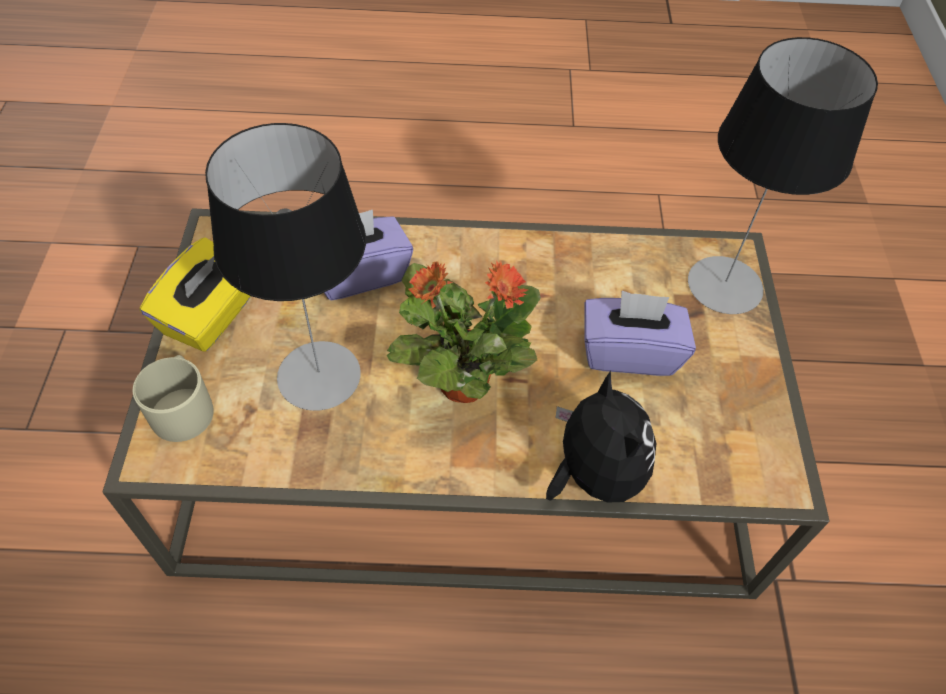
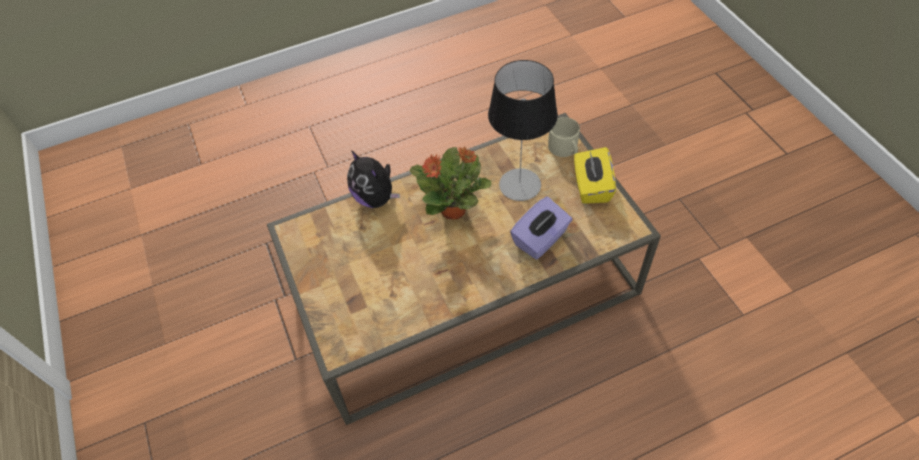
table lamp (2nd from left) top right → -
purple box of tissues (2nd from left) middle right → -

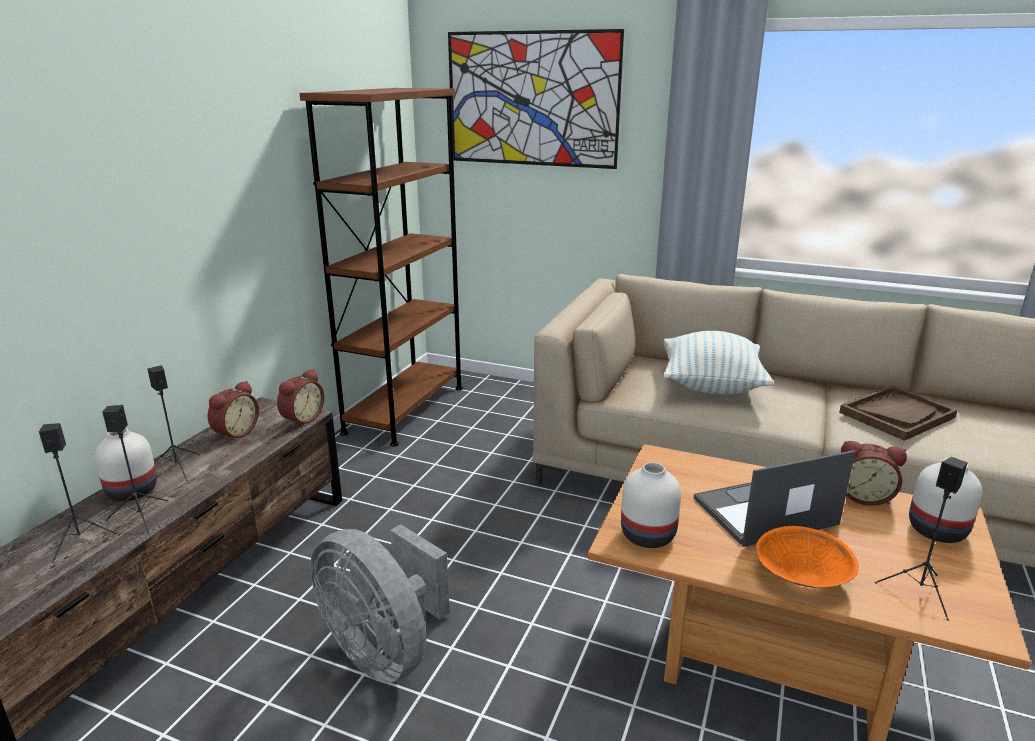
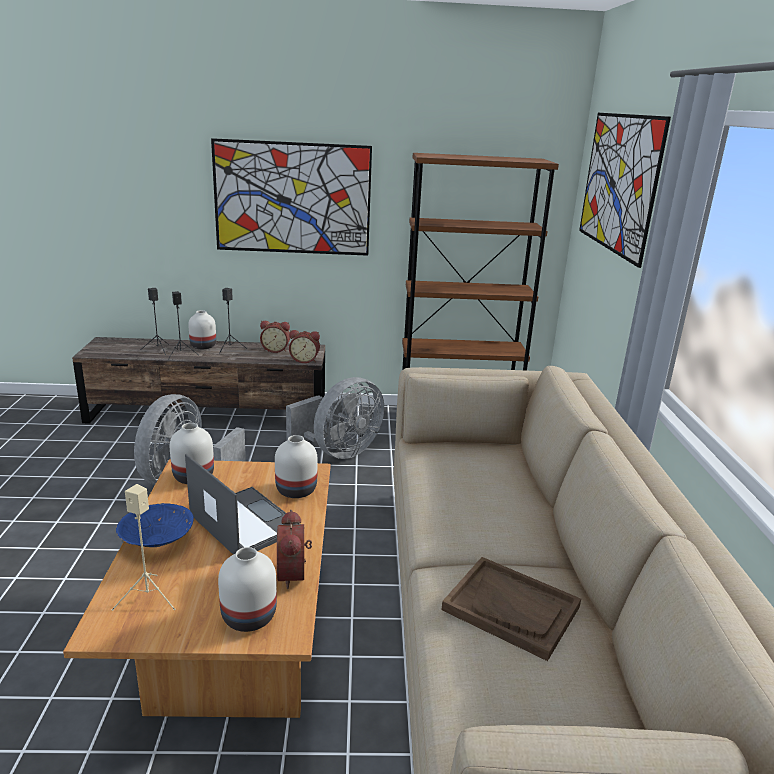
pillow middle right → -
blackish speaker (4th from left) bottom right → beige-coloured speaker bottom left
orange deep dish bottom right → blue deep dish bottom left
- → picture (1st from left) top centre
- → greyish electric fan (2nd from left) centre
- → whitish decorative vase (4th from left) centre

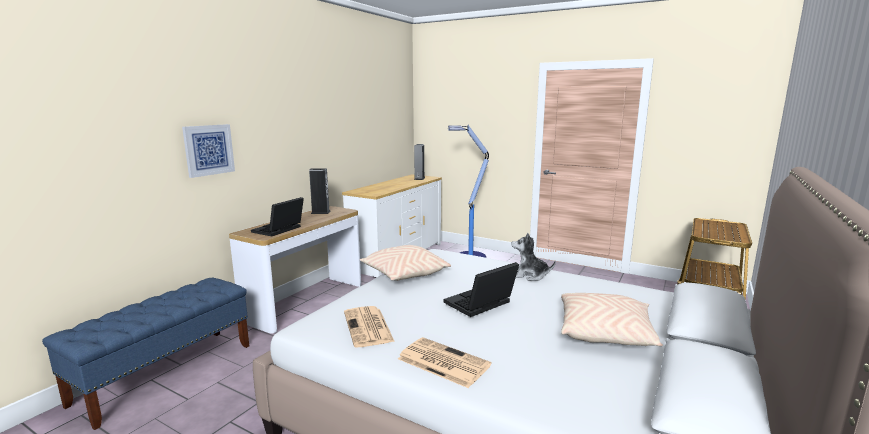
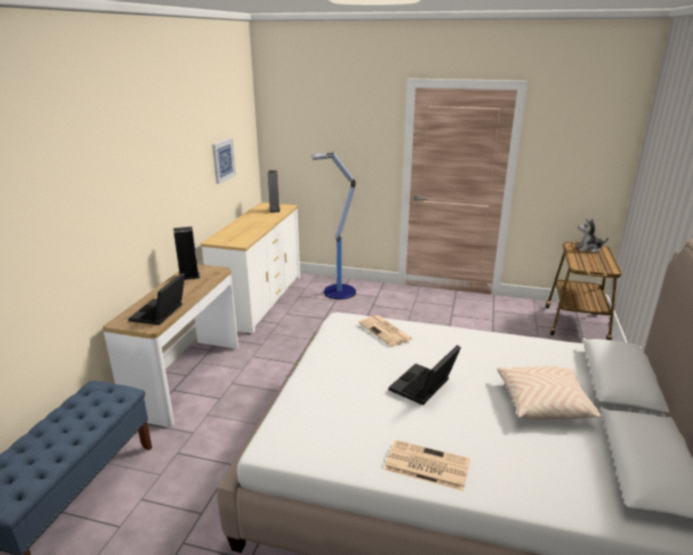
picture middle left → picture top left, moved
soft toy centre → soft toy middle right, moved
beige-coloured pillow (1st from left) centre → -
printed paper (1st from left) bottom centre → printed paper (1st from left) centre, moved

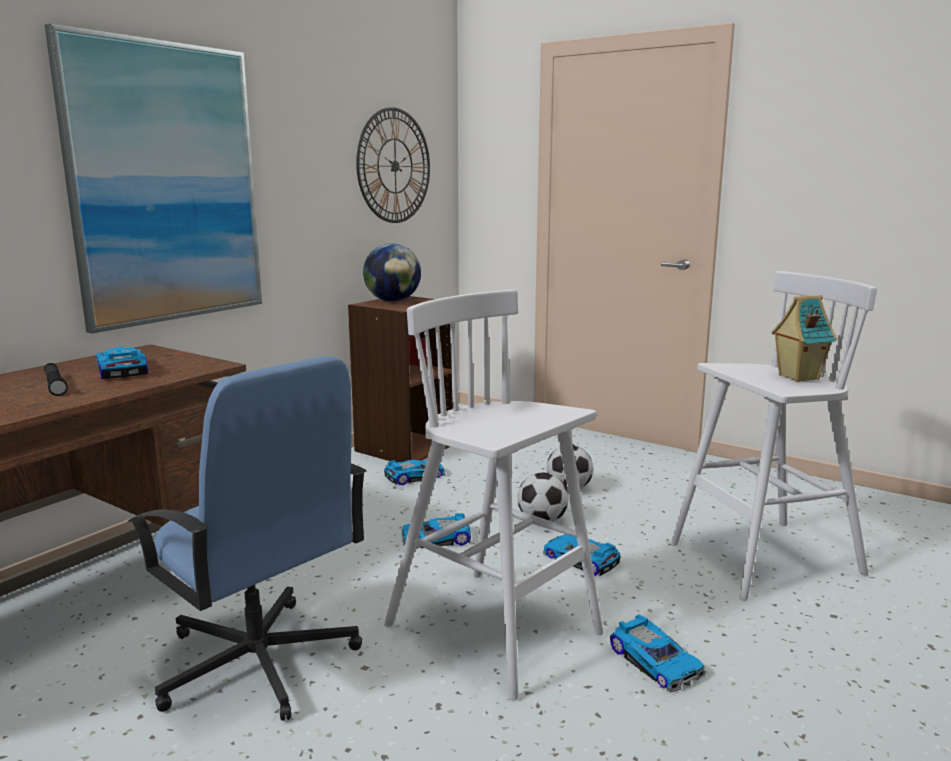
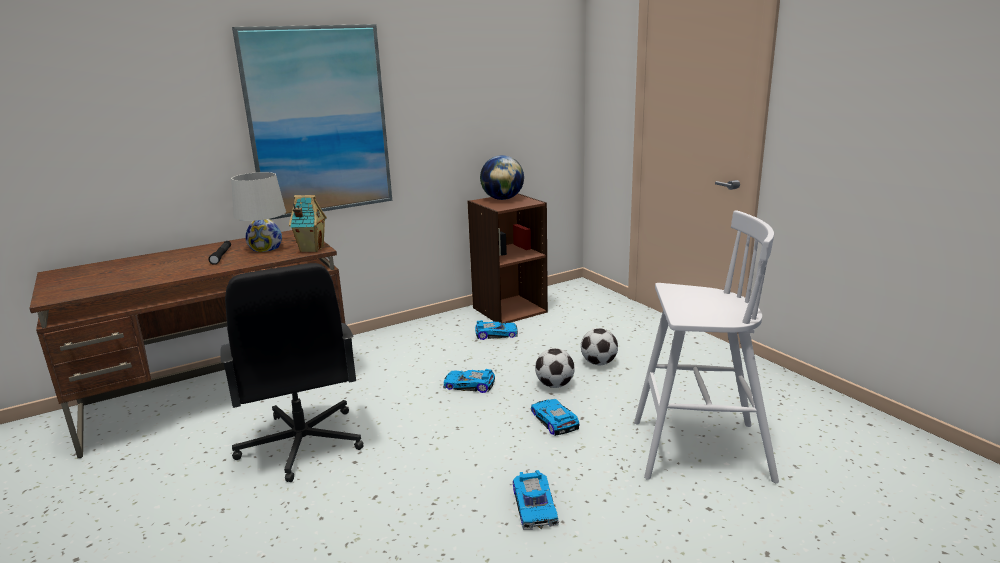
clock on the wall top centre → -
whitish sitting stool (1st from left) centre → -
model house middle right → model house middle left, moved
miniature car (1st from left) middle left → whitish table lamp middle left
blue desk chair bottom left → blackish desk chair middle left

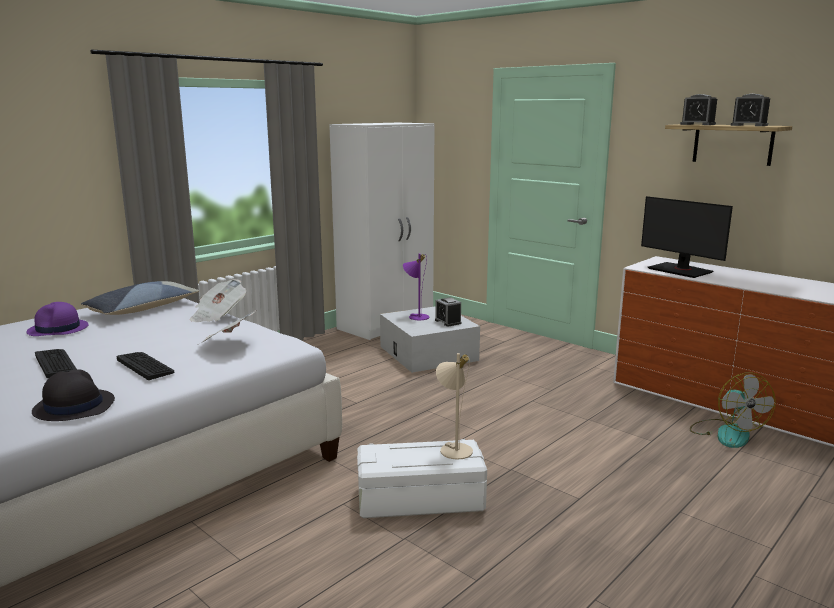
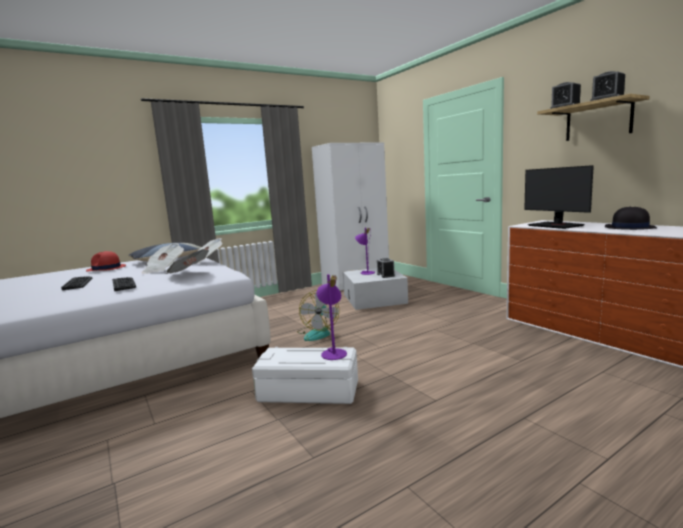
purple clothing hat middle left → reddish clothing hat middle left
beige-coloured table lamp bottom centre → purple table lamp (1st from left) centre
blackish clothing hat middle left → blackish clothing hat middle right, moved
electric fan bottom right → electric fan centre, moved
- → printed paper (1st from left) middle left

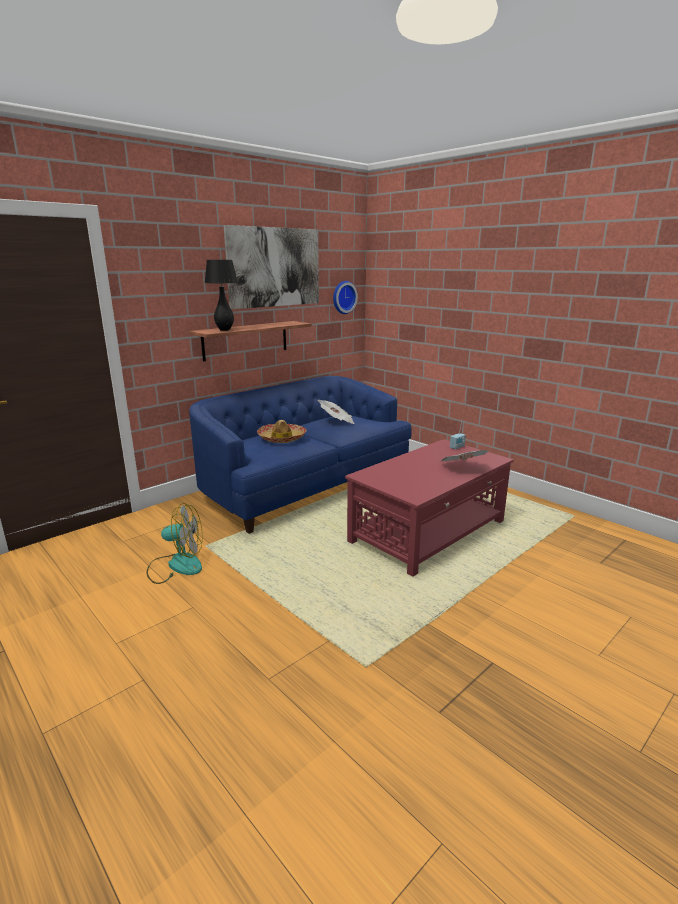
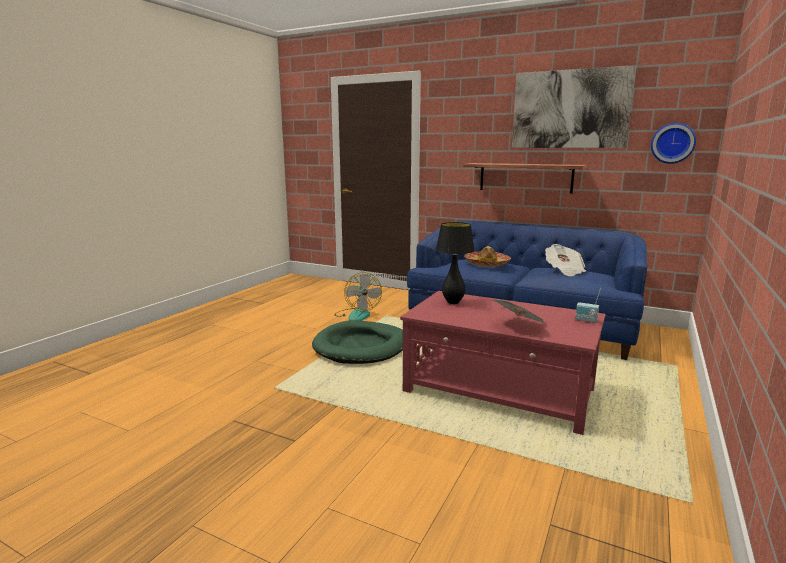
blackish table lamp top left → blackish table lamp centre, moved
- → greenish dog bed centre

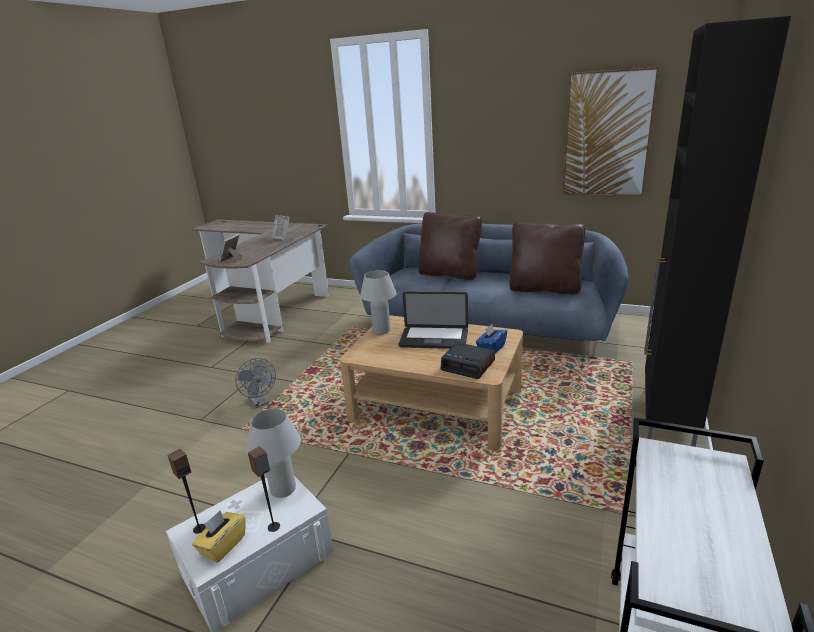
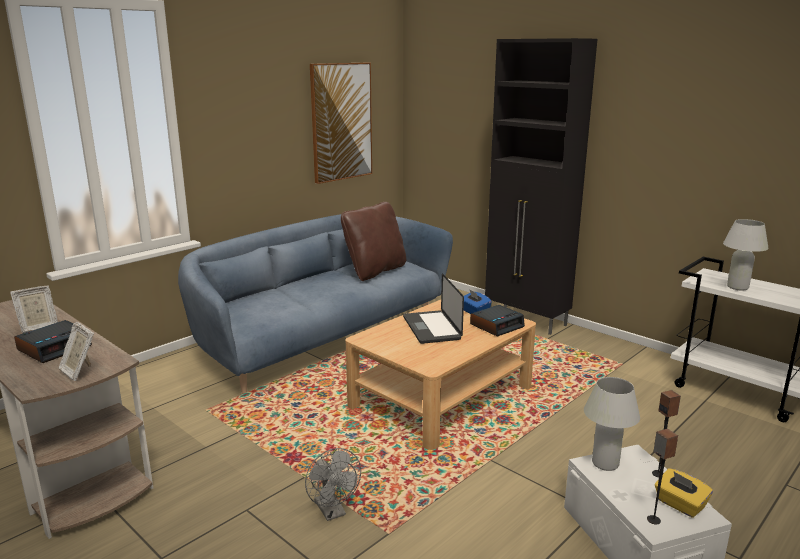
brownish pillow (1st from left) centre → -
whitish table lamp (2nd from left) centre → whitish table lamp (2nd from left) middle right, moved
notebook computer centre, 135 degrees clockwise
greyish electric fan middle left → greyish electric fan bottom centre, 75 degrees clockwise
- → bedside clock (1st from left) middle left

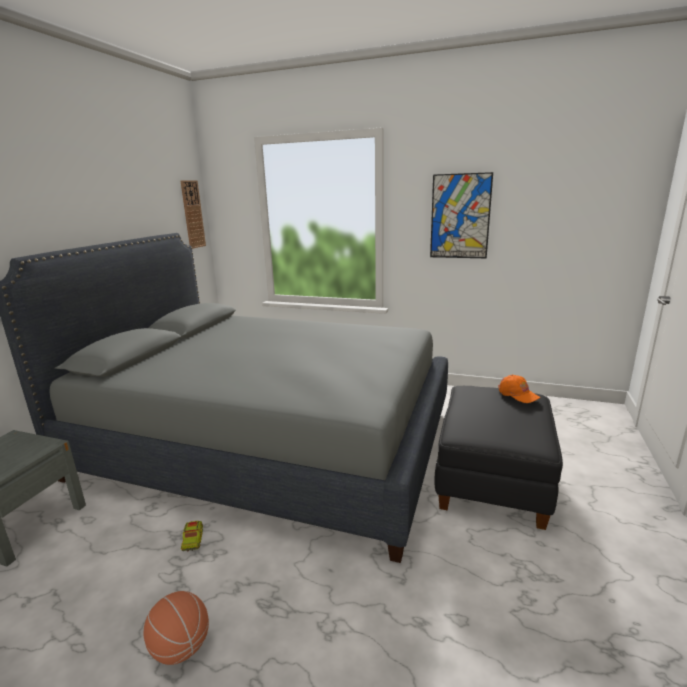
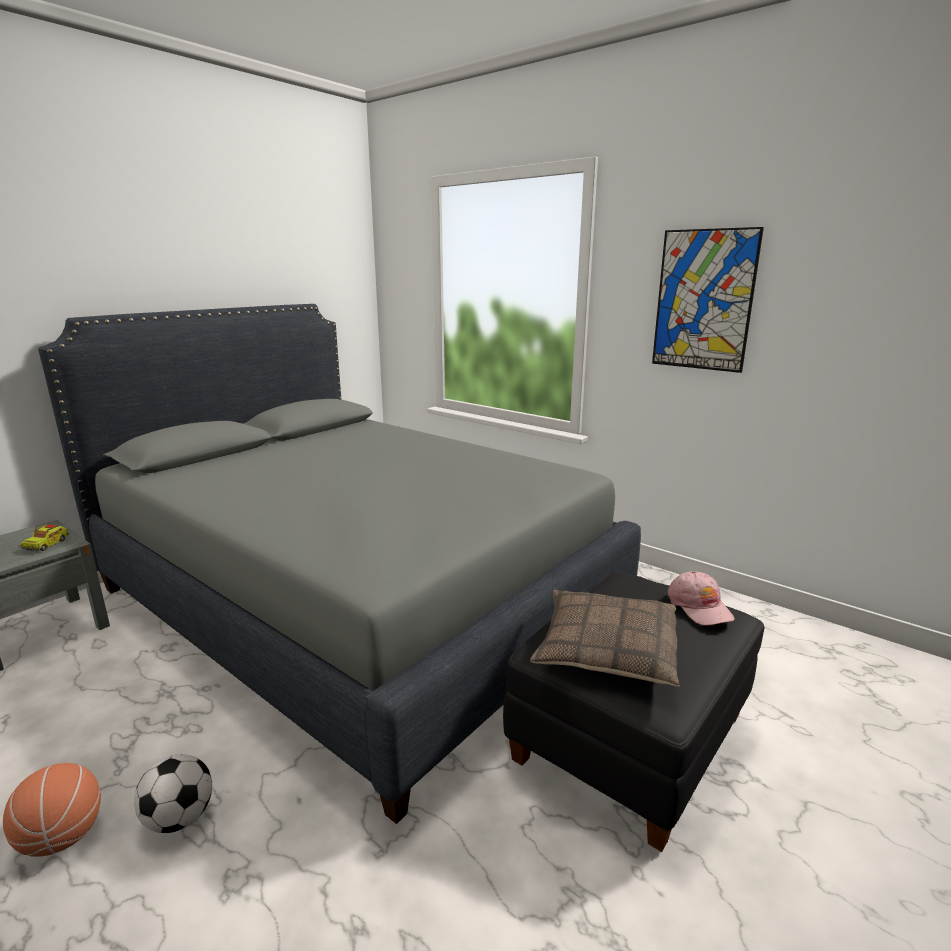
clock on the wall top left → -
orange baseball cap middle right → pink-coloured baseball cap middle right
model truck bottom left → model truck middle left, moved
- → pillow bottom centre
- → ball for football bottom left

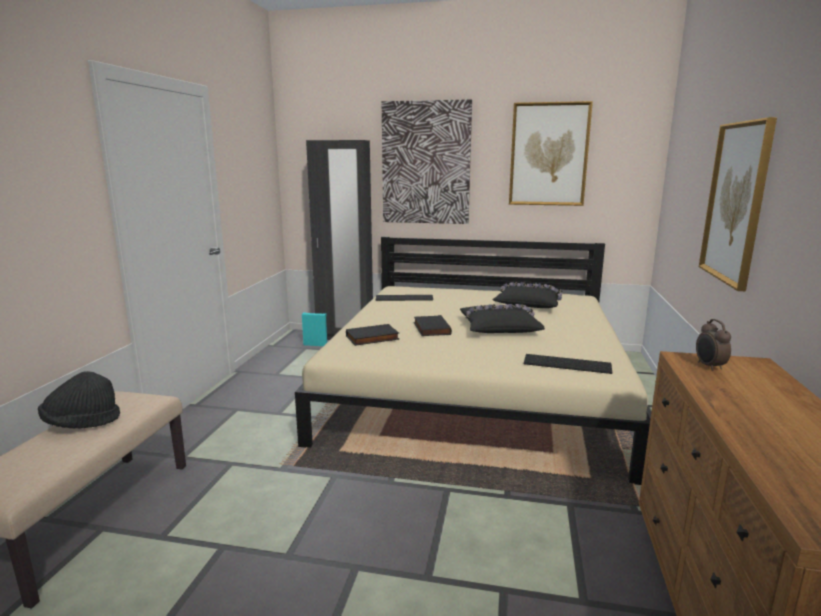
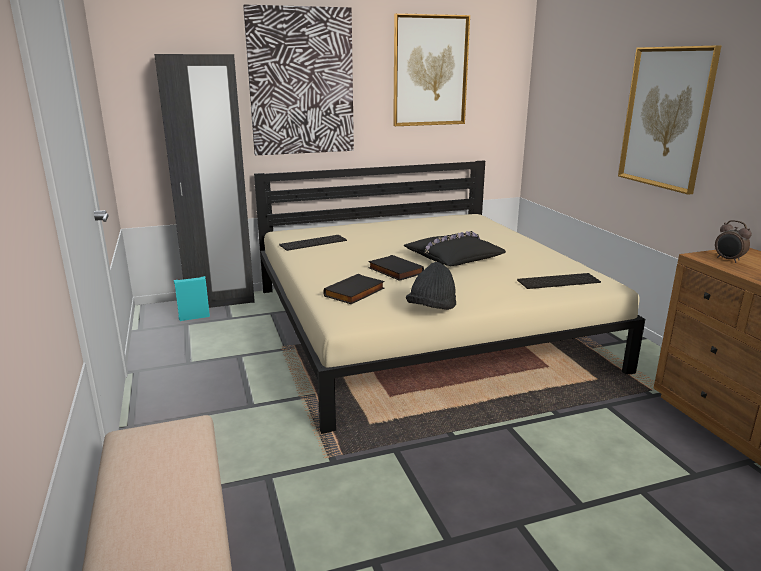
blackish pillow (2nd from left) centre → -
blackish clothing hat middle left → blackish clothing hat centre, moved

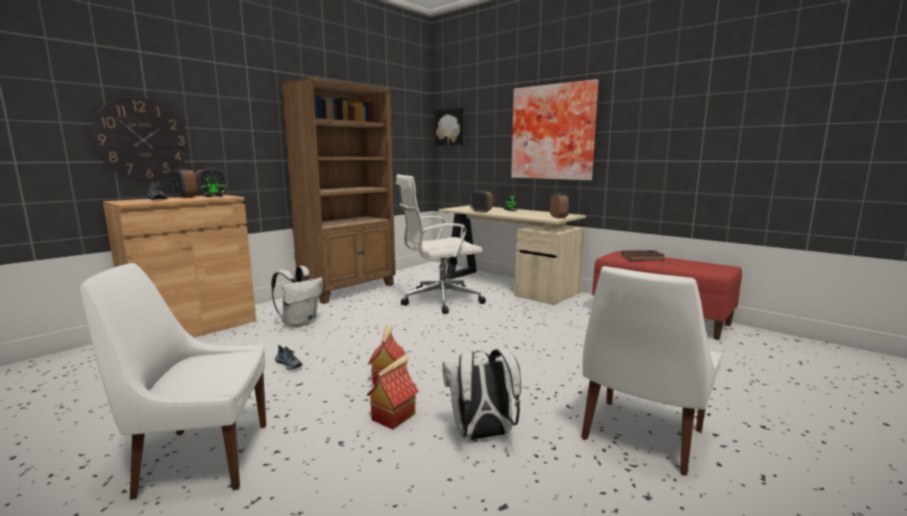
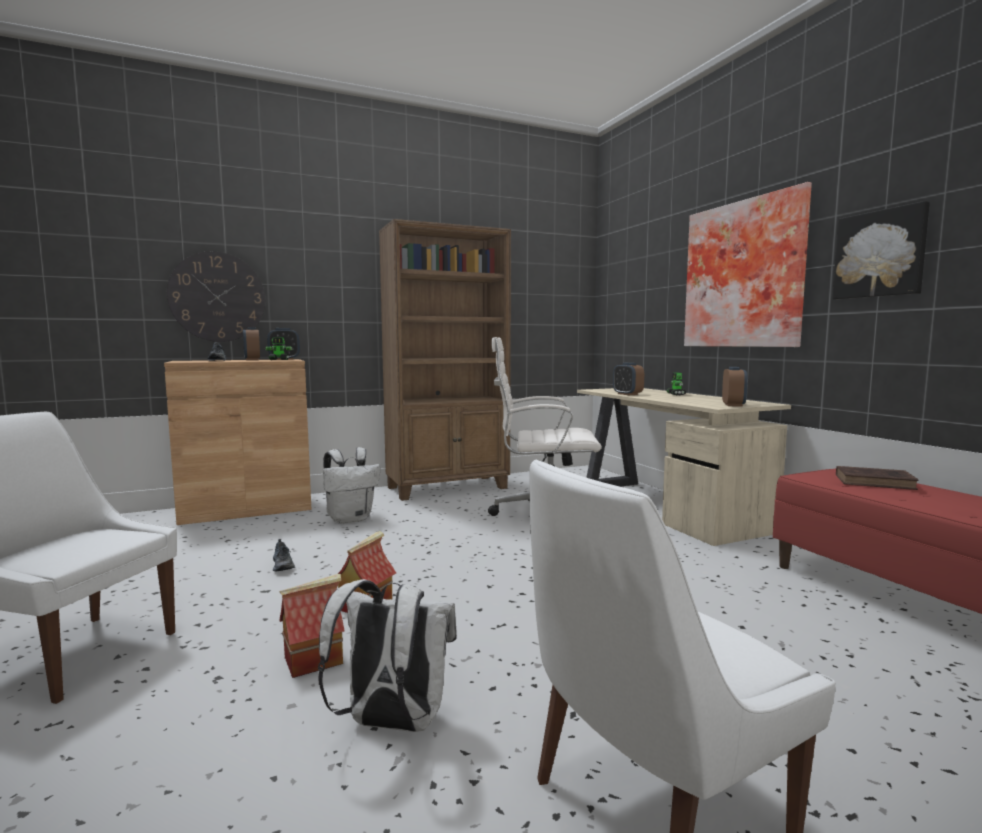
picture (1st from left in the first image) top centre → picture (2nd from left) top right, moved

